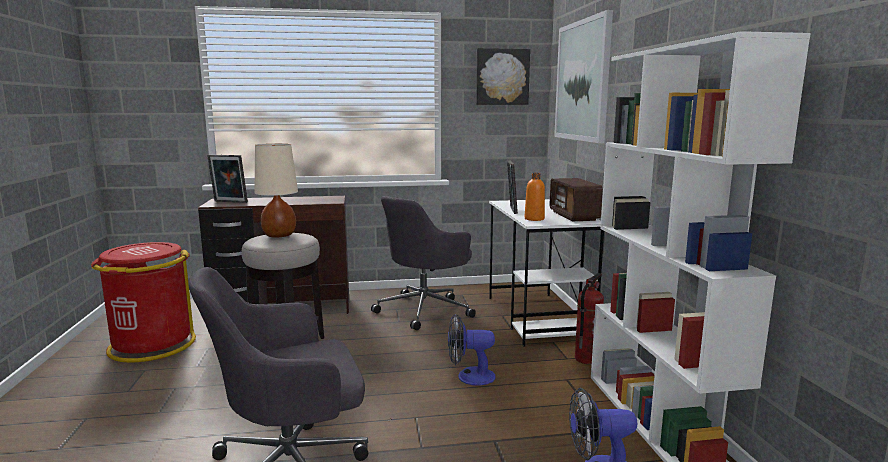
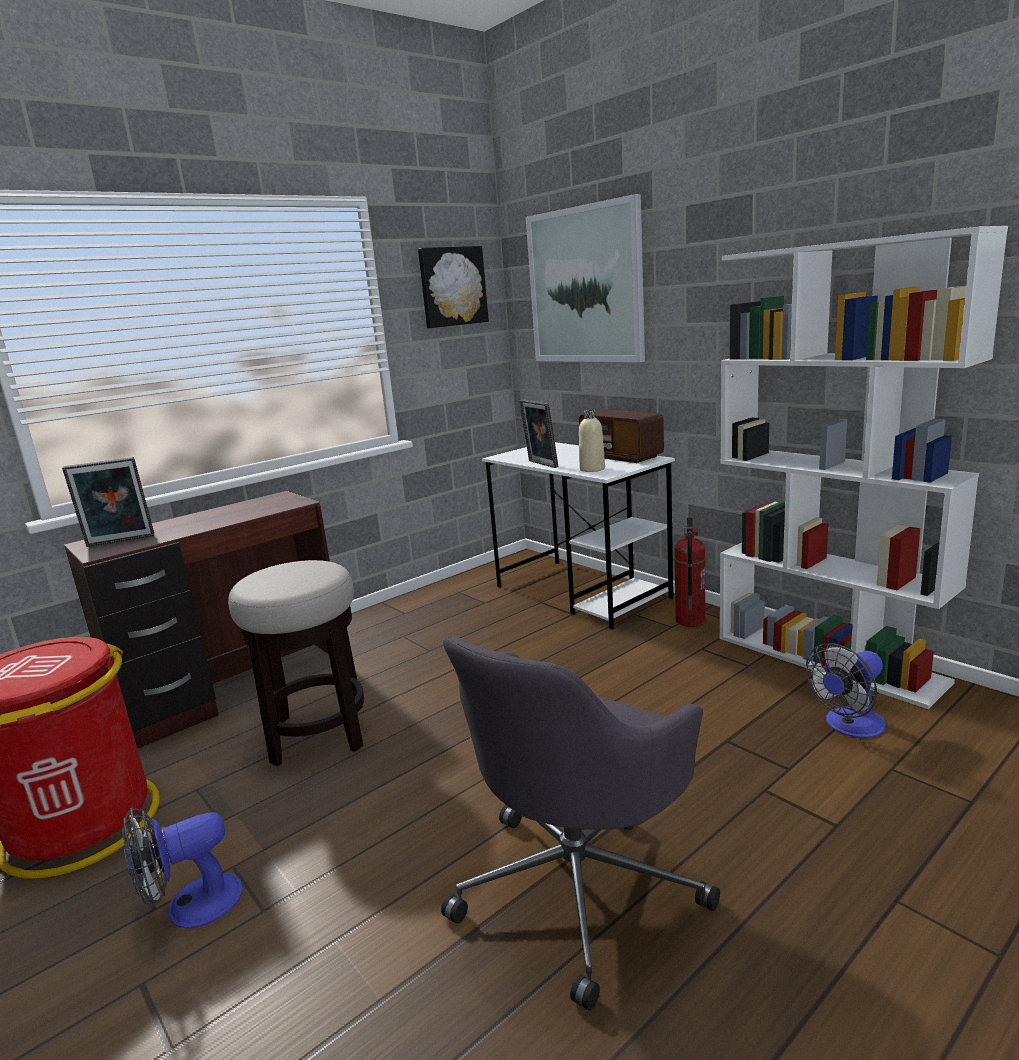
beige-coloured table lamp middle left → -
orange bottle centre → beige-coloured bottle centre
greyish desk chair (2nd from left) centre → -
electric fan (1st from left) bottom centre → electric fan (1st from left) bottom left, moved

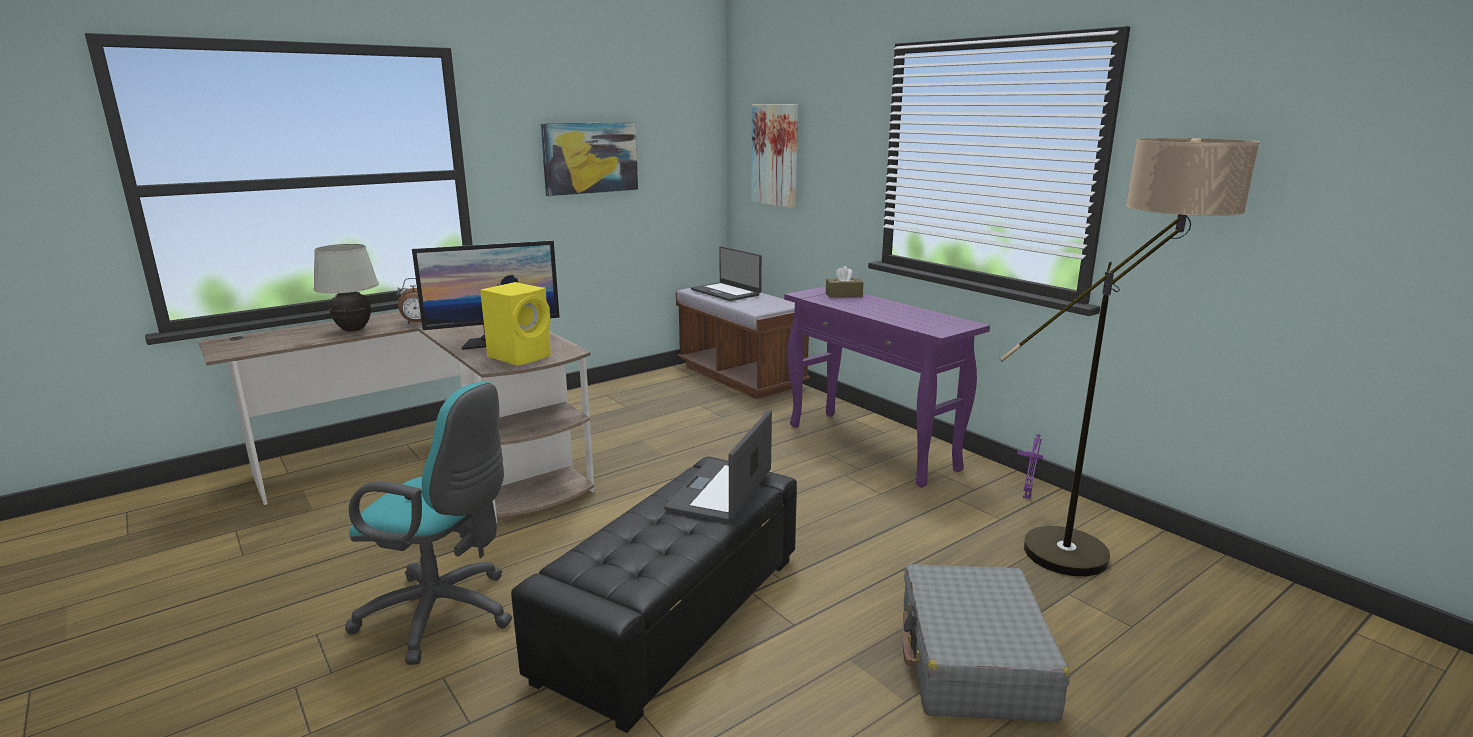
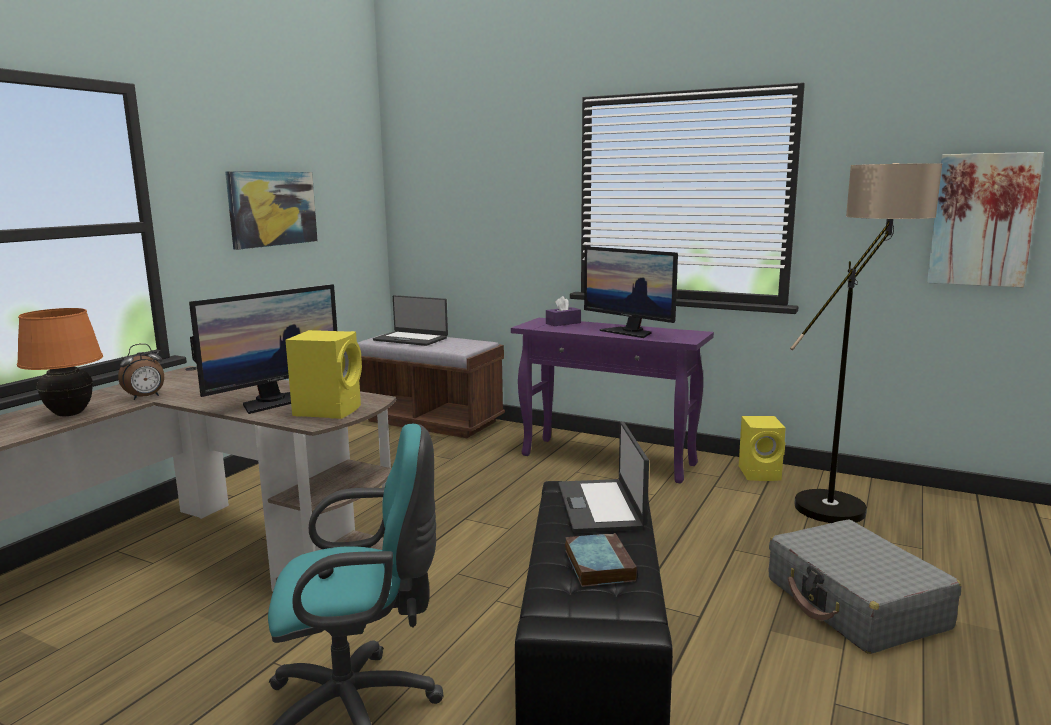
picture (2nd from left) top centre → picture (2nd from left) top right, moved
whitish table lamp middle left → orange table lamp middle left
brownish box of tissues centre → purple box of tissues centre
purple table lamp middle right → yellow speaker (2nd from left) middle right
- → monitor (2nd from left) centre
- → bound book bottom centre

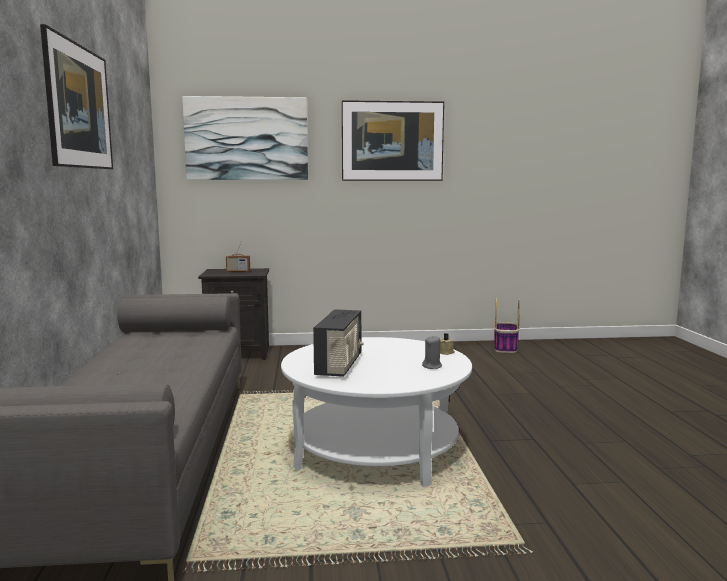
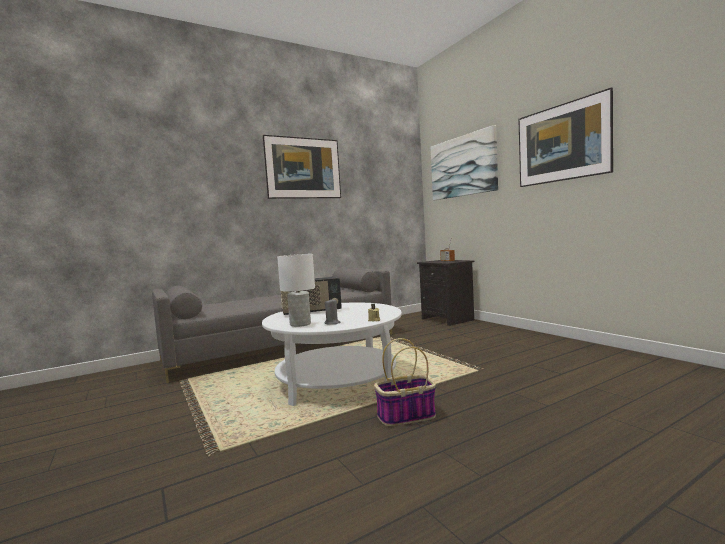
household basket middle right → household basket bottom centre, moved
- → whitish table lamp centre

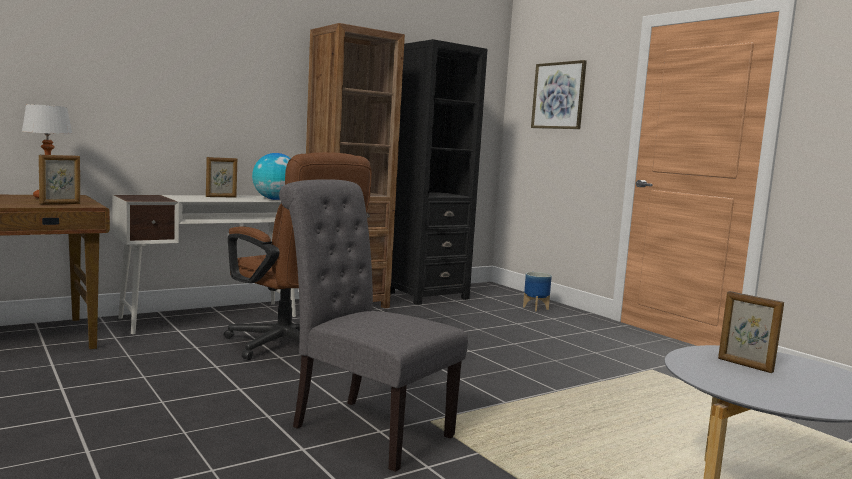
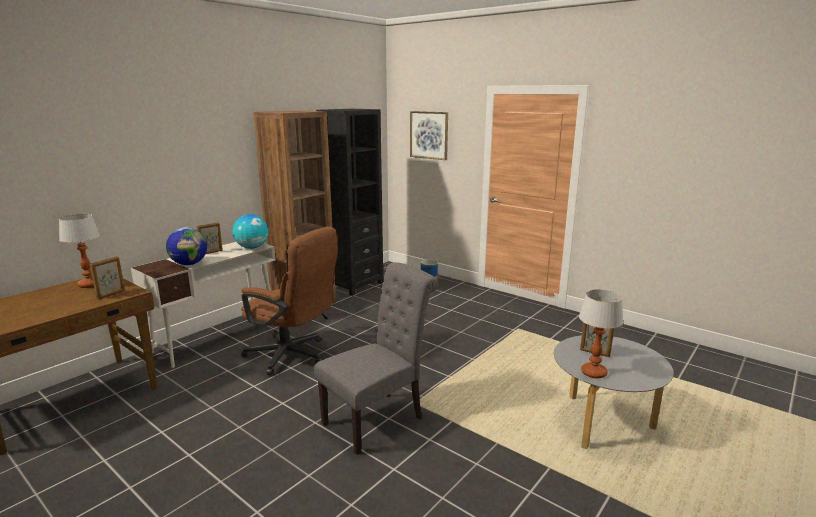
greyish upright chair bottom centre, 120 degrees clockwise
- → globe (1st from left) middle left
- → table lamp (2nd from left) middle right

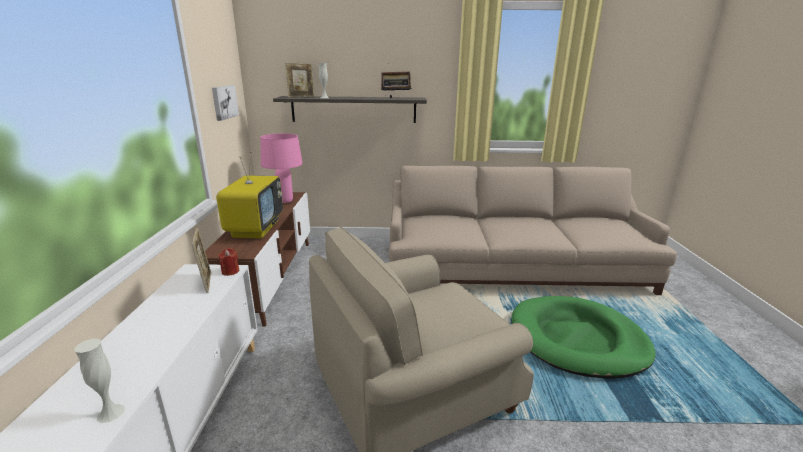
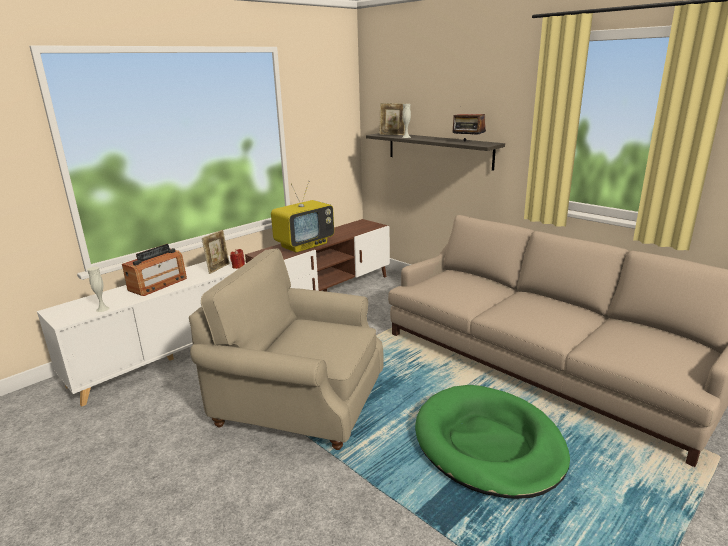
picture top left → -
pink-coloured table lamp centre → -
- → radio receiver (1st from left) middle left

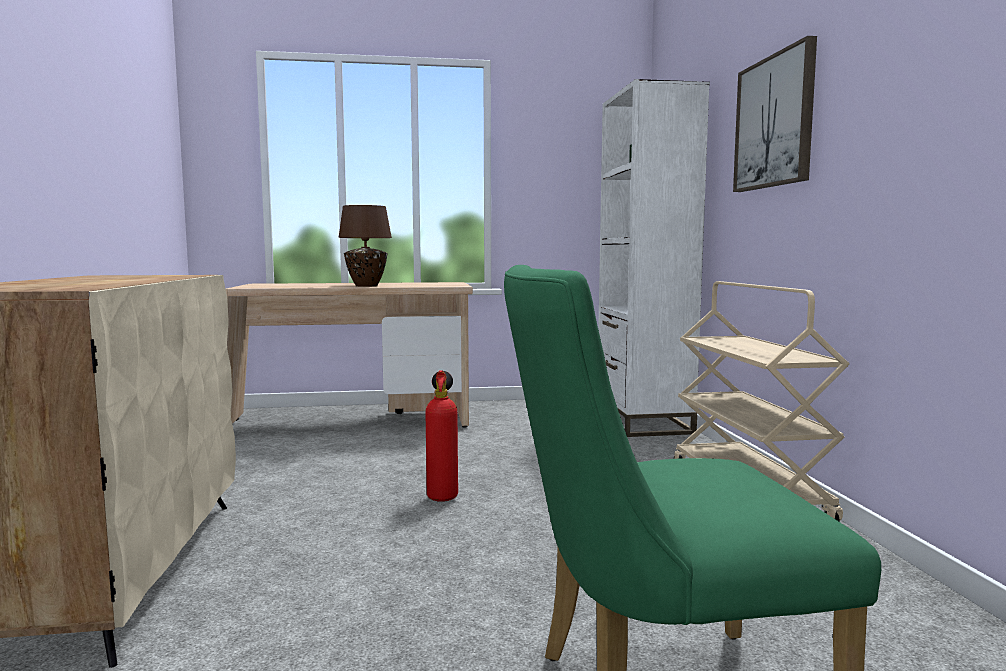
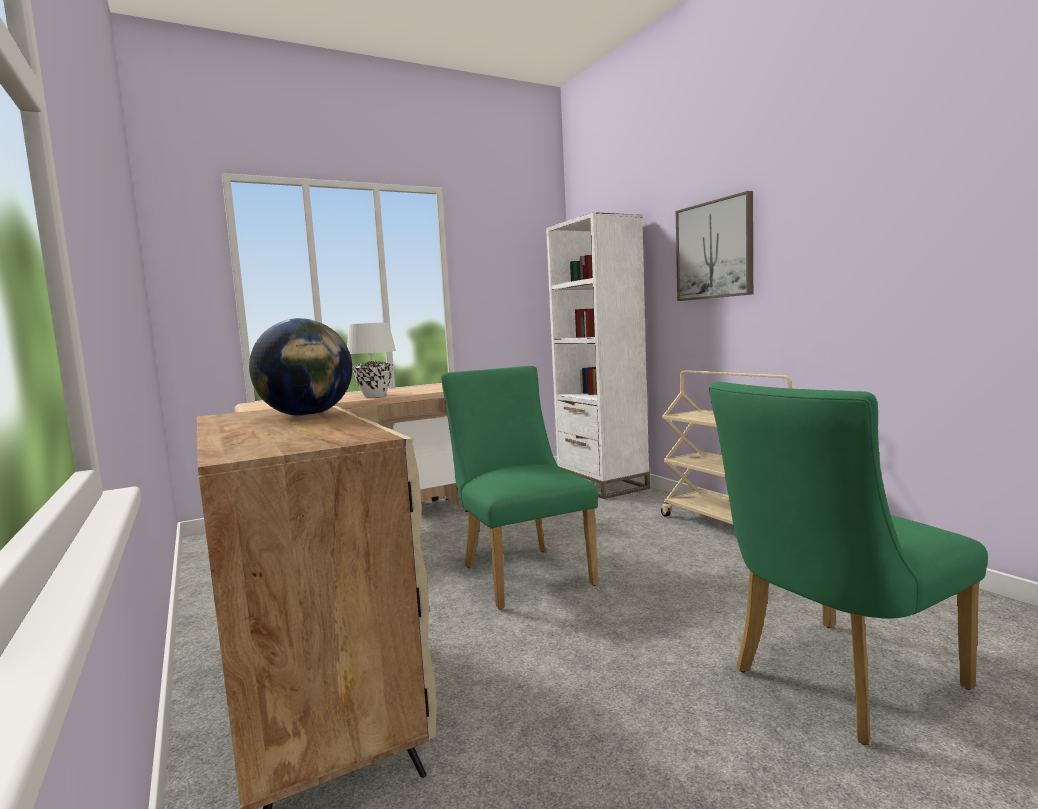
brownish table lamp centre → whitish table lamp centre
fire extinguisher centre → greenish upright chair (1st from left) centre
- → globe middle left

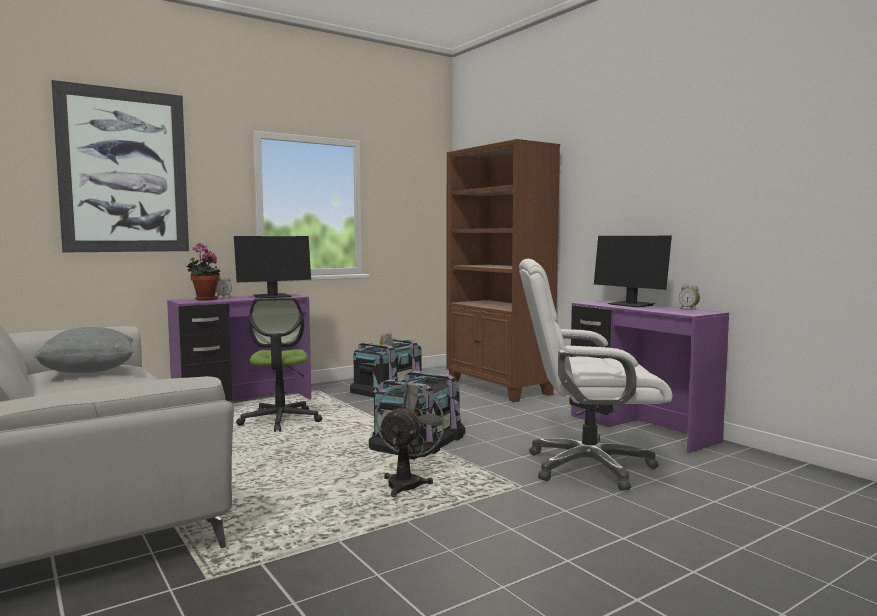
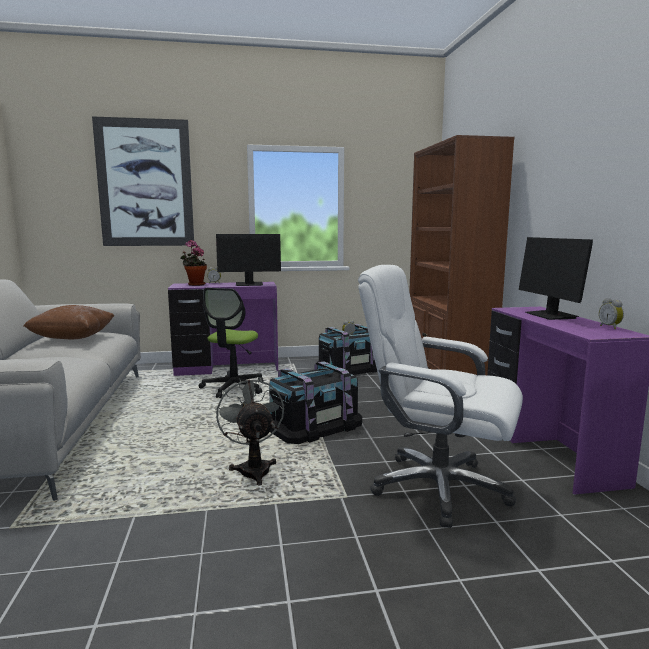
greyish pillow middle left → brownish pillow middle left
greyish electric fan bottom centre → greyish electric fan centre, 60 degrees counterclockwise

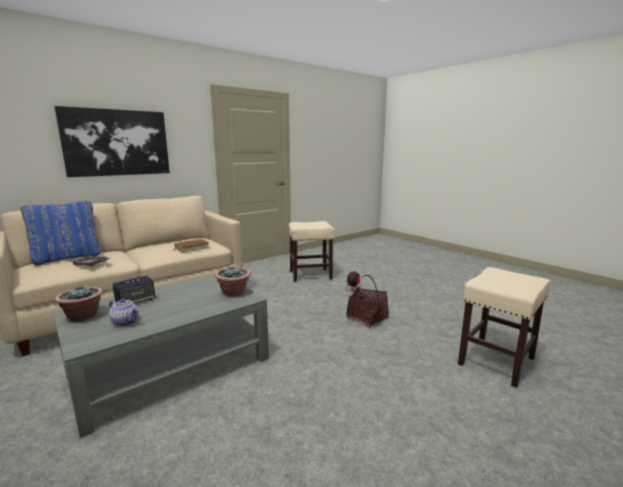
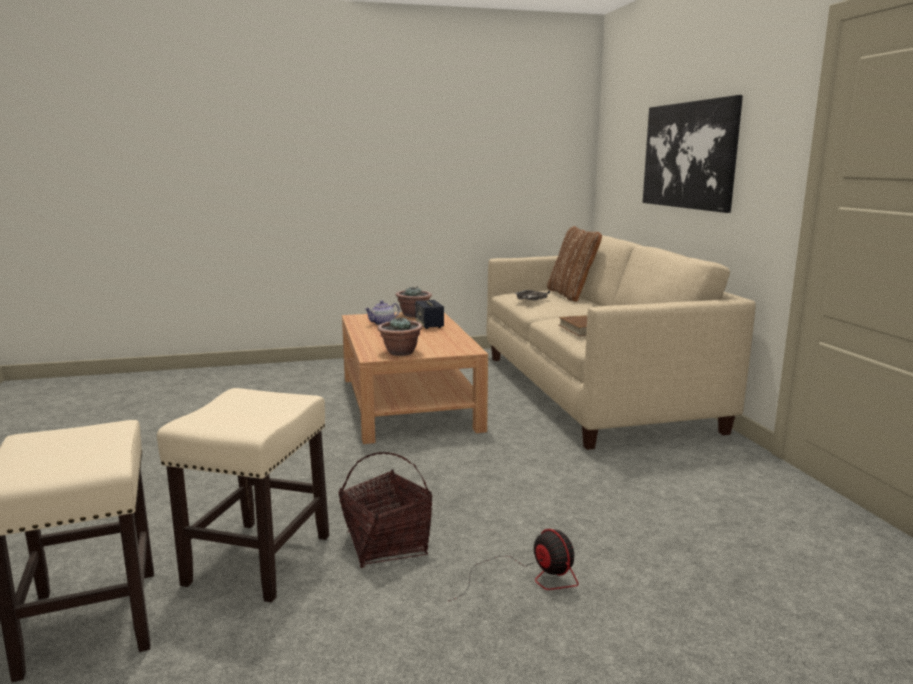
blue pillow middle left → brownish pillow centre
beige-coloured sitting stool (1st from left in the first image) centre → beige-coloured sitting stool (2nd from left) bottom left, moved
greyish low table bottom left → brownish low table centre

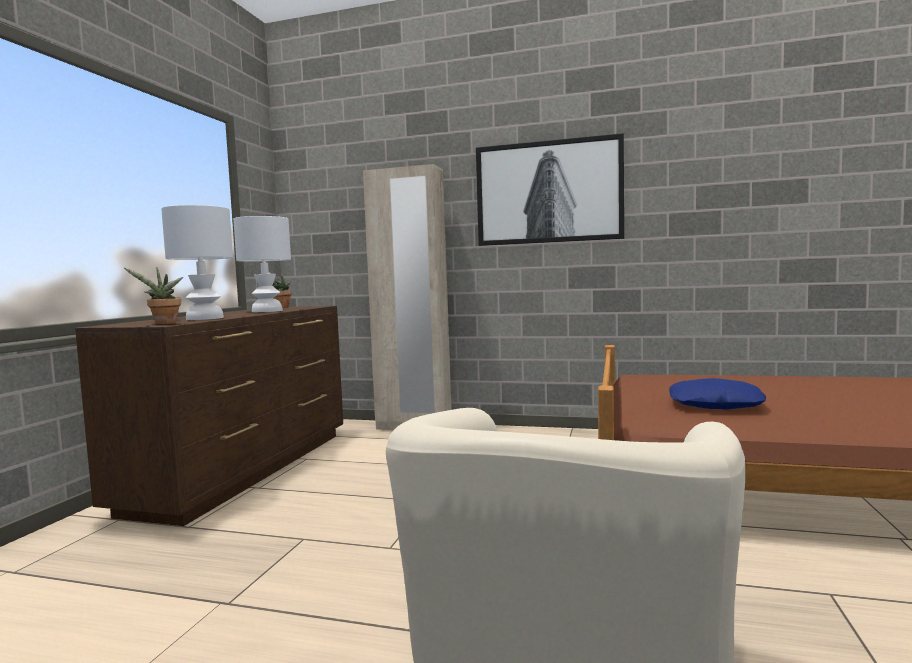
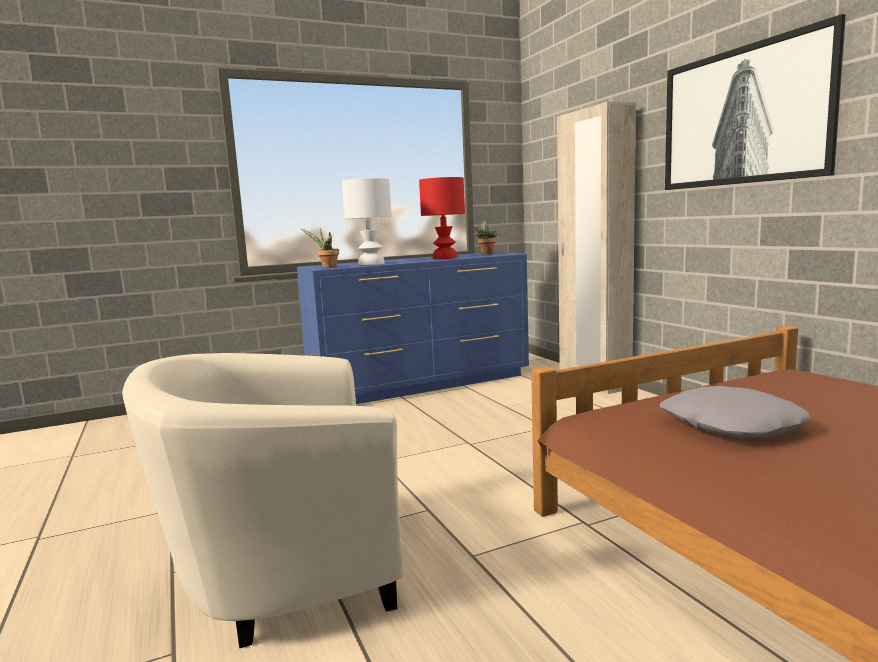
whitish table lamp (2nd from left) middle left → reddish table lamp top centre
brownish chest of drawers middle left → blue chest of drawers centre
blue pillow middle right → greyish pillow middle right

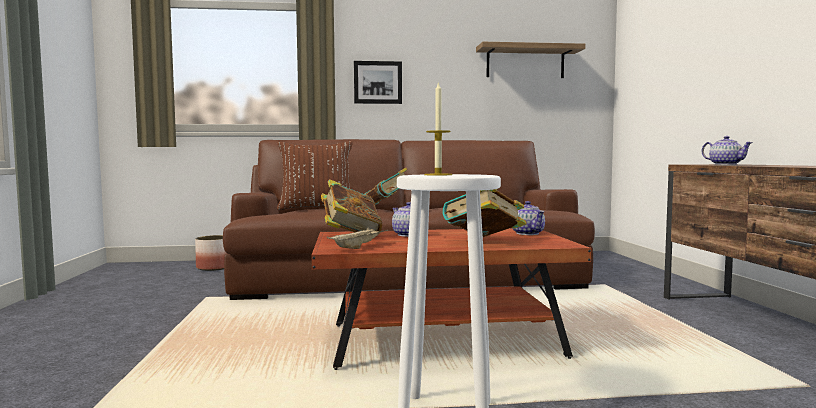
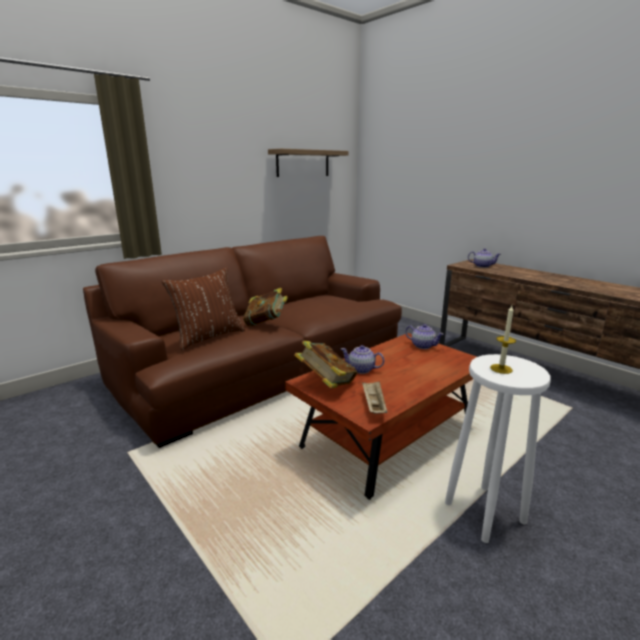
picture top centre → -
bound book (3rd from left) centre → -
plant pot middle left → -

